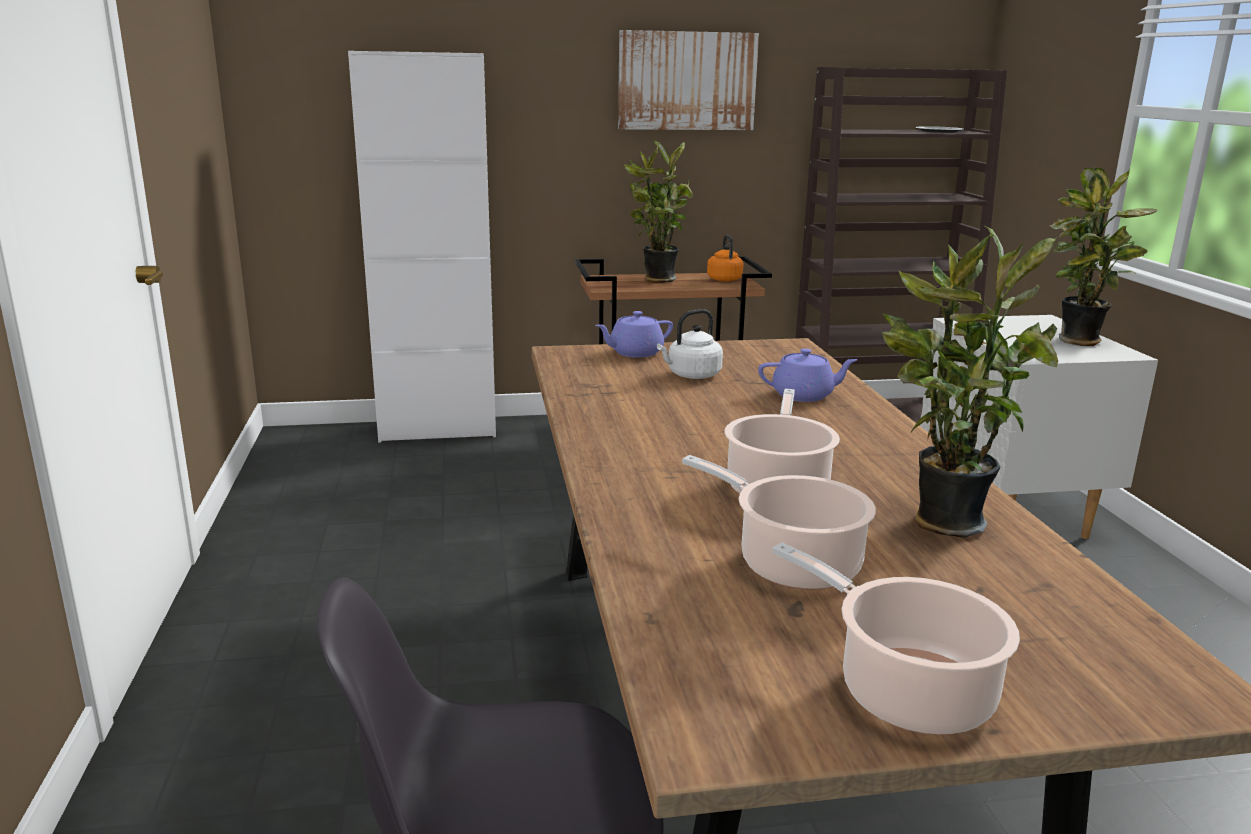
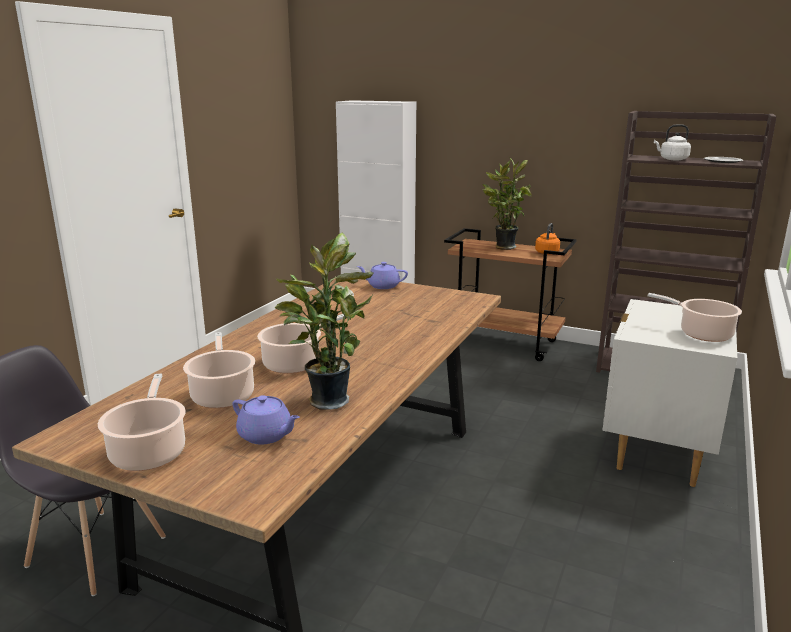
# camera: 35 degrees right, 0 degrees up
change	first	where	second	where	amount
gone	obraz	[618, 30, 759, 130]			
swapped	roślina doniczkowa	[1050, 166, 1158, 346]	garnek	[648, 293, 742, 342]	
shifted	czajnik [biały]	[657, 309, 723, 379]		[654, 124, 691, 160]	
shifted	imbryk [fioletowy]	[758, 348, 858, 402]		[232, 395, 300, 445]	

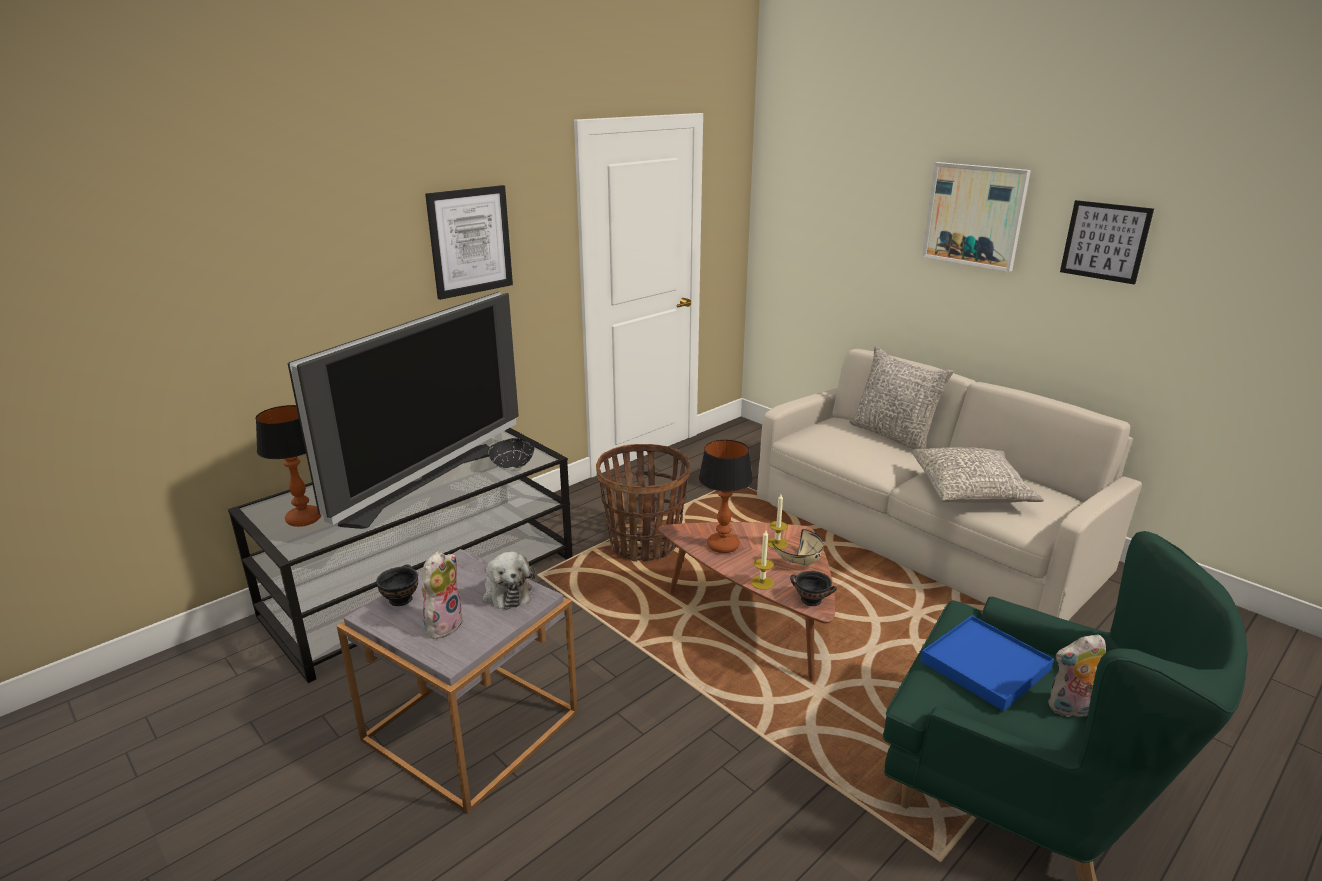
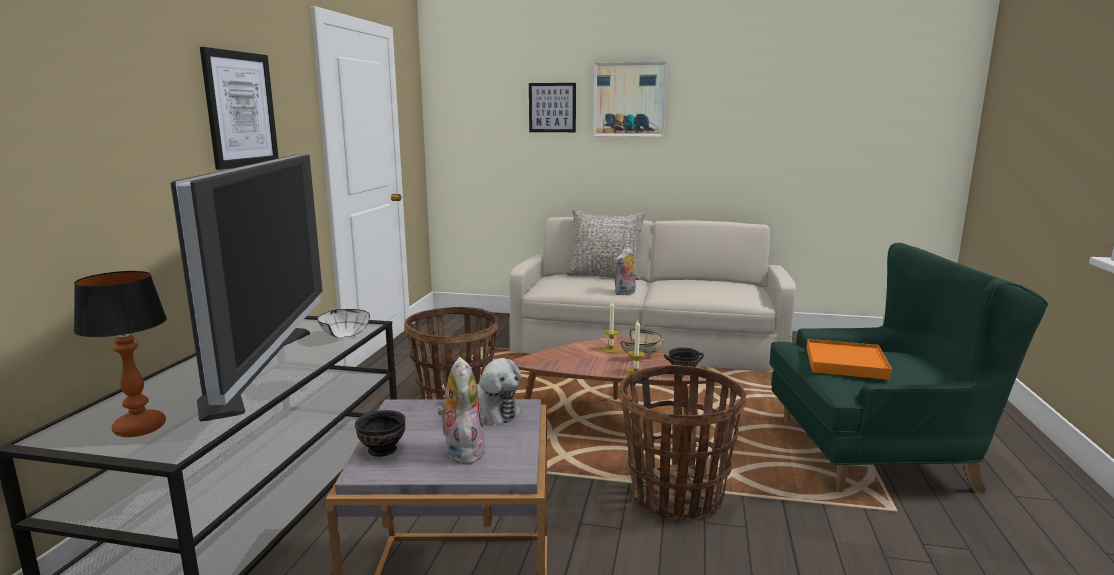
# camera: 35 degrees left, 10 degrees down
change	first	where	second	where	amount
shifted	obraz	[1060, 200, 1154, 284]		[529, 83, 576, 132]	
repainted	miska [czarny]	[488, 438, 534, 468]	miska [biały]	[317, 309, 370, 338]	
gone	lampa stołowa	[699, 440, 753, 553]			
gone	poduszka [szary]	[912, 447, 1044, 503]			
repainted	taca [niebieski]	[921, 615, 1054, 711]	taca [pomarańczowy]	[806, 339, 892, 380]	
shifted	pluszak	[1048, 634, 1106, 717]		[615, 248, 636, 295]	
new			koszyk	[619, 365, 746, 520]	

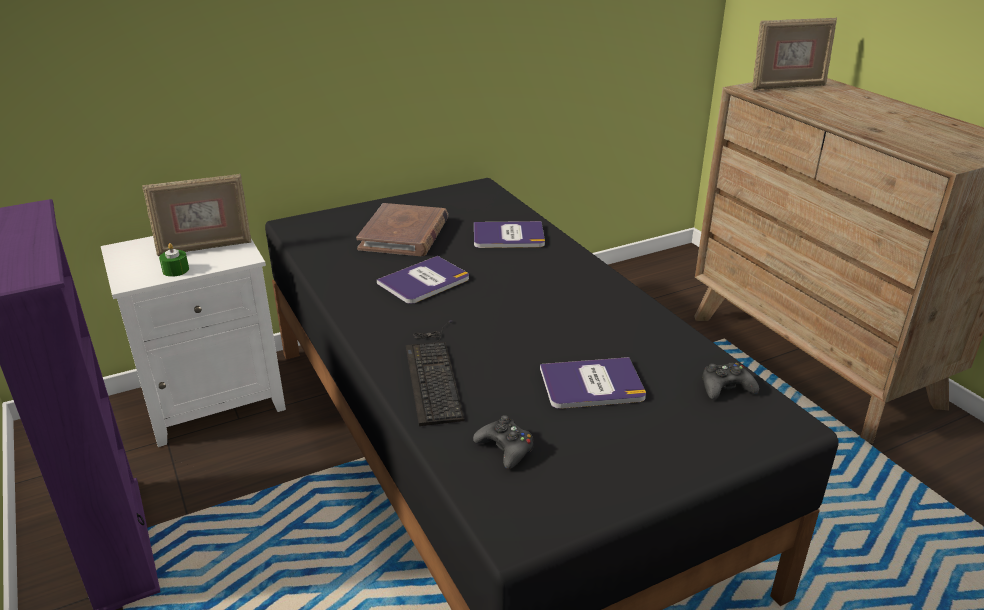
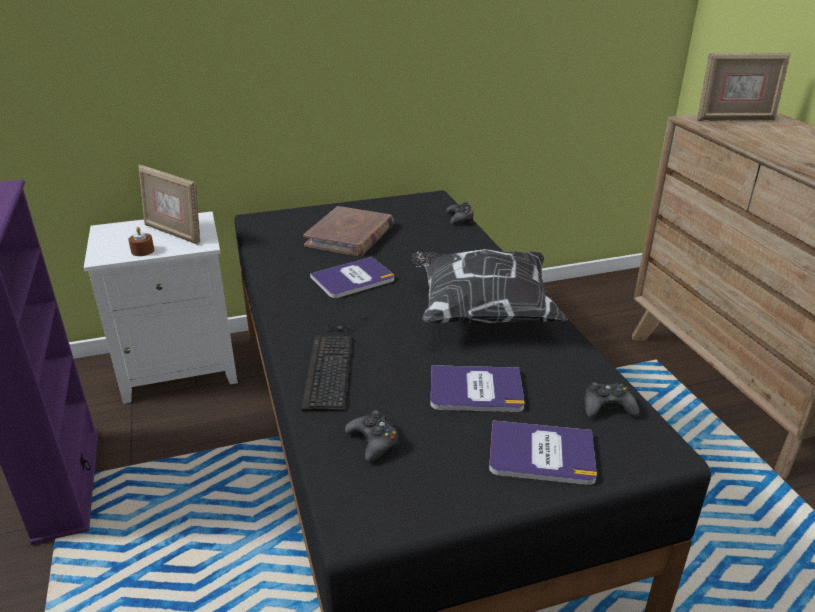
# camera: 10 degrees right, 0 degrees up
change	first	where	second	where	amount
rotated	ramka na zdjęcie	[142, 174, 252, 256]		[138, 165, 200, 245]	45 degrees clockwise
shifted	książka	[474, 221, 545, 248]		[489, 420, 597, 485]	
repainted	świeca [zielony]	[159, 243, 189, 277]	świeca [brązowy]	[128, 227, 154, 256]	
new			pad do gier [czarny]	[446, 201, 474, 225]	
new			poduszka	[412, 249, 568, 324]	

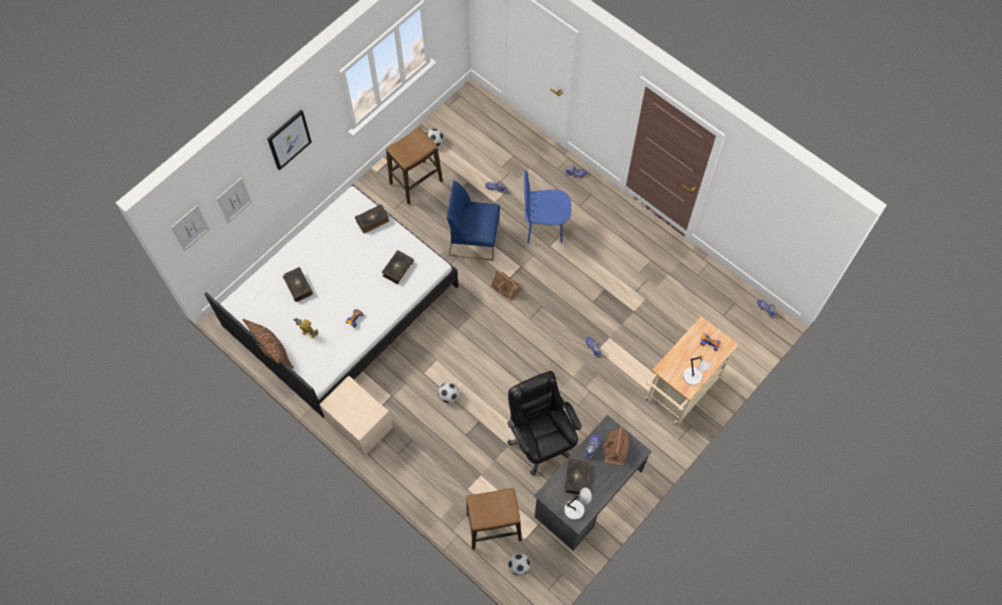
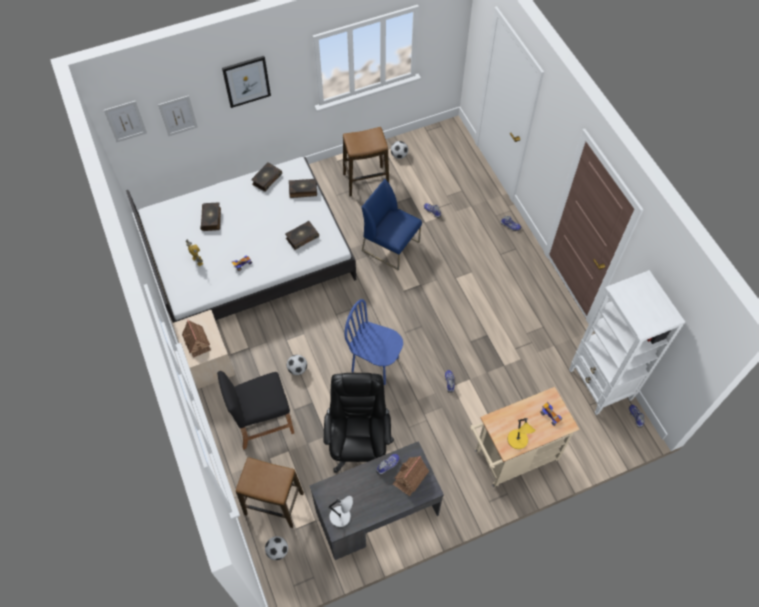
# camera: 25 degrees right, 5 degrees down
change	first	where	second	where	amount
shifted	krzesło [niebieski]	[524, 171, 571, 244]		[344, 299, 403, 385]	
shifted	domek	[491, 270, 522, 301]		[182, 320, 211, 358]	
gone	poduszka [brązowy]	[242, 319, 294, 369]			
repainted	lampa stołowa [szary]	[683, 356, 712, 385]	lampa stołowa [żółty]	[507, 418, 536, 449]	
shifted	książka	[564, 458, 590, 495]		[251, 162, 282, 192]	
new			regał [biały]	[569, 270, 685, 415]	
new			stołek [czarny]	[217, 371, 294, 450]	

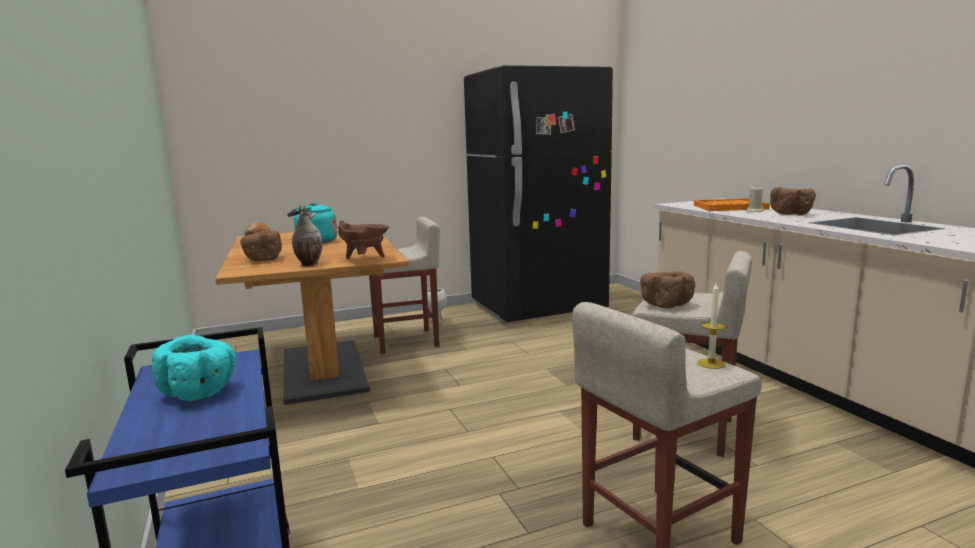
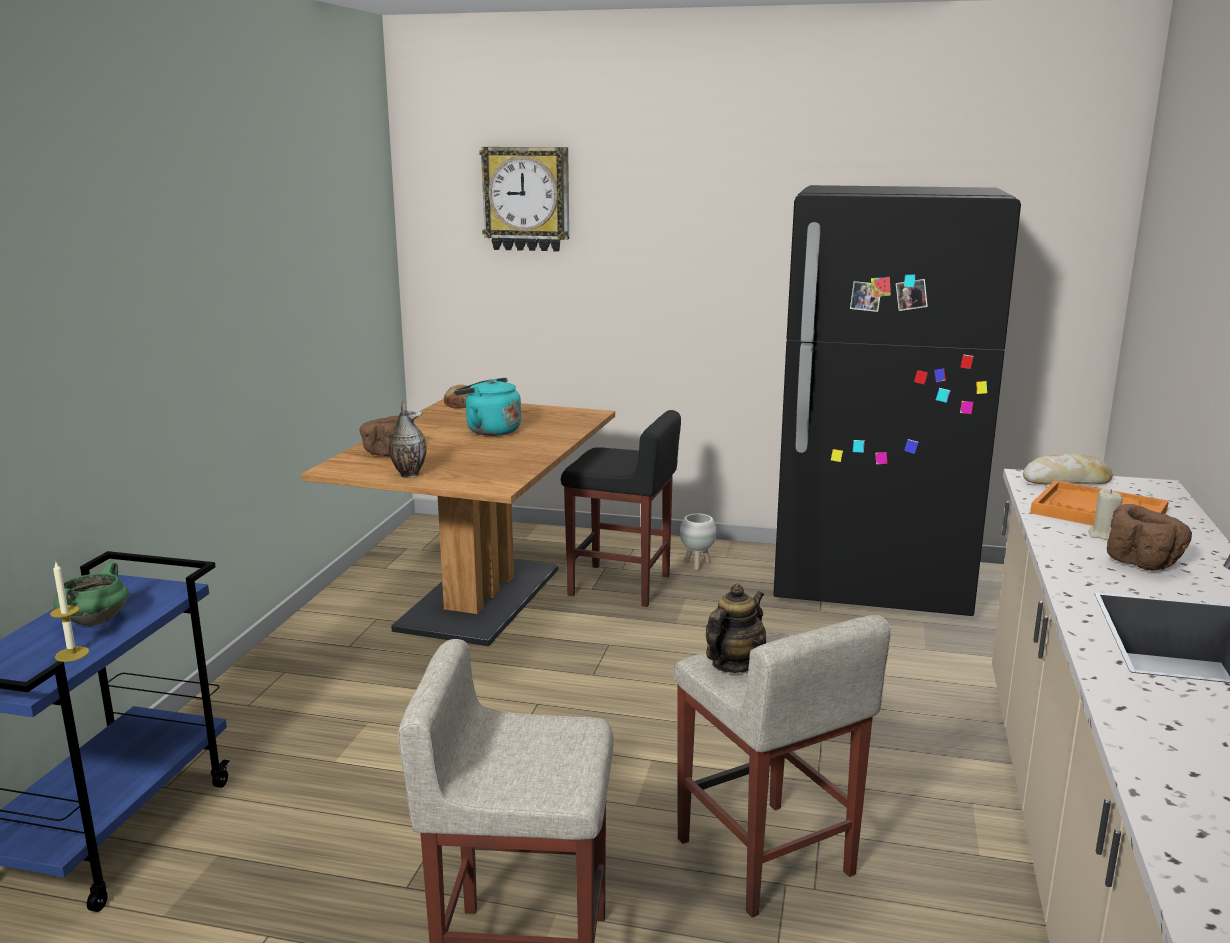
# camera: 35 degrees right, 5 degrees up
change	first	where	second	where	amount
repainted	stołek [beżowy]	[369, 217, 440, 354]	stołek [czarny]	[561, 410, 681, 607]	
gone	garnek [brązowy]	[338, 221, 389, 259]			
swapped	miska [brązowy]	[640, 271, 695, 308]	imbryk	[706, 584, 766, 673]	
shifted	świeca	[698, 283, 726, 369]		[50, 562, 89, 662]	
swapped	miska [turkusowy]	[152, 335, 236, 401]	garnek [zielony]	[53, 562, 129, 626]	
new			zegar ścienny	[479, 147, 569, 252]	
new			chleb	[1023, 454, 1113, 485]	

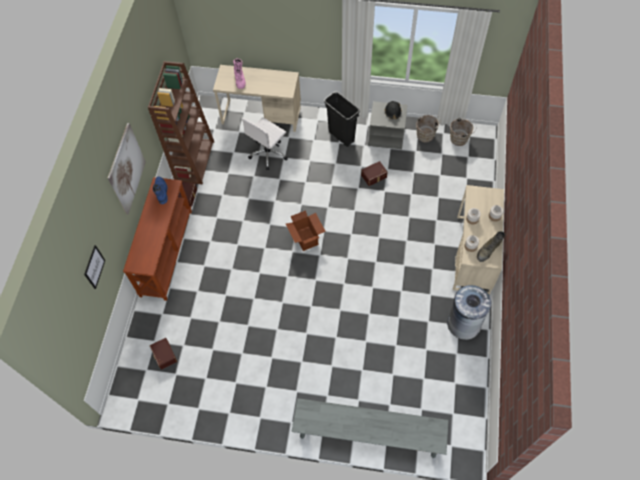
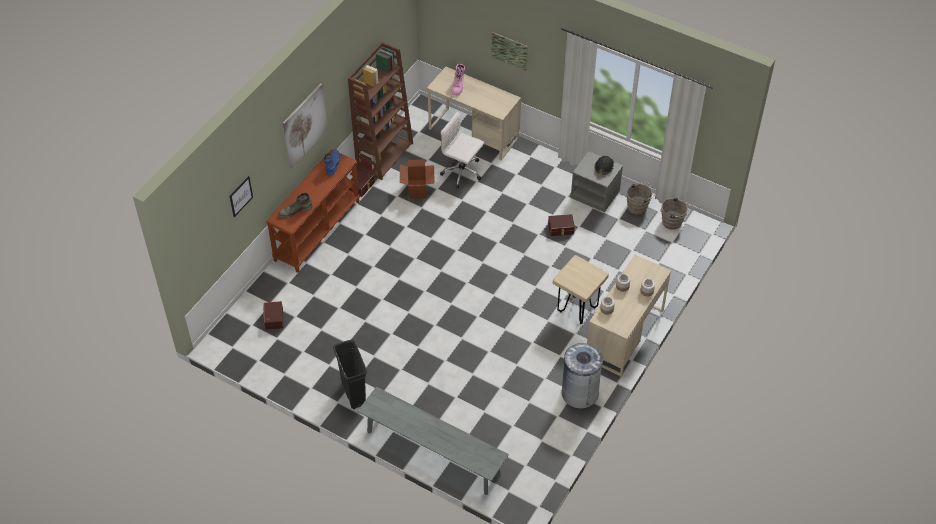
# camera: 20 degrees right, 10 degrees down
change	first	where	second	where	amount
shifted	kosz na śmieci [czarny]	[324, 91, 360, 147]		[333, 339, 367, 409]	
rotated	krzesło biurowe [biały]	[242, 117, 288, 170]		[440, 111, 484, 189]	60 degrees clockwise
shifted	karton	[286, 210, 326, 251]		[400, 159, 435, 199]	
shifted	but z cholewką [zielony]	[477, 231, 505, 262]		[278, 193, 312, 218]	
new			obraz	[491, 32, 528, 71]	
new			stołek [beżowy]	[553, 255, 609, 324]	

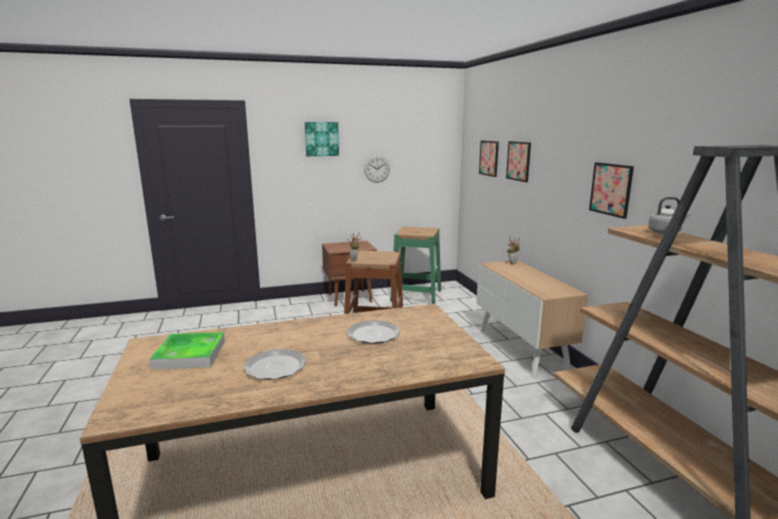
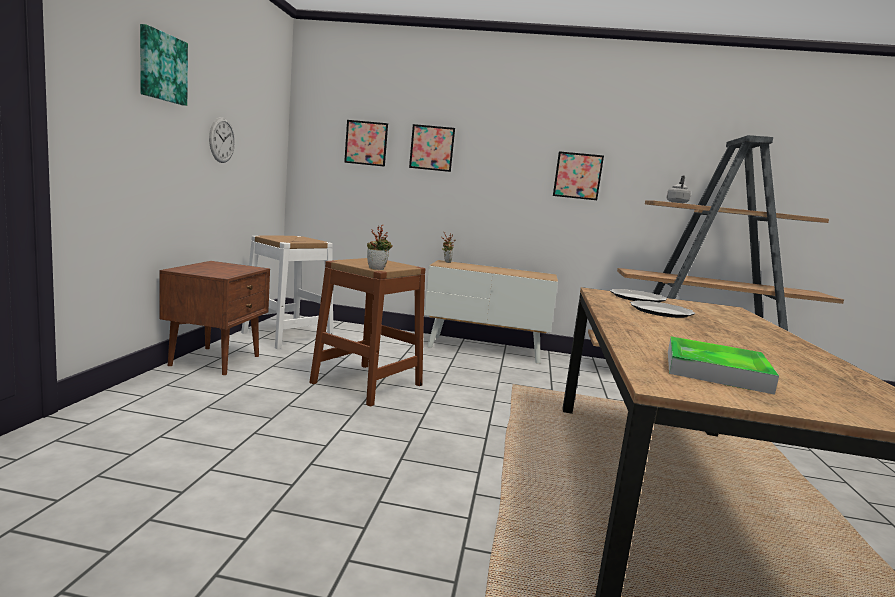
# camera: 65 degrees left, 5 degrees down
change	first	where	second	where	amount
repainted	stołek [zielony]	[390, 227, 441, 304]	stołek [biały]	[241, 235, 334, 349]	
shifted	talerz	[243, 349, 307, 380]		[610, 289, 667, 303]	

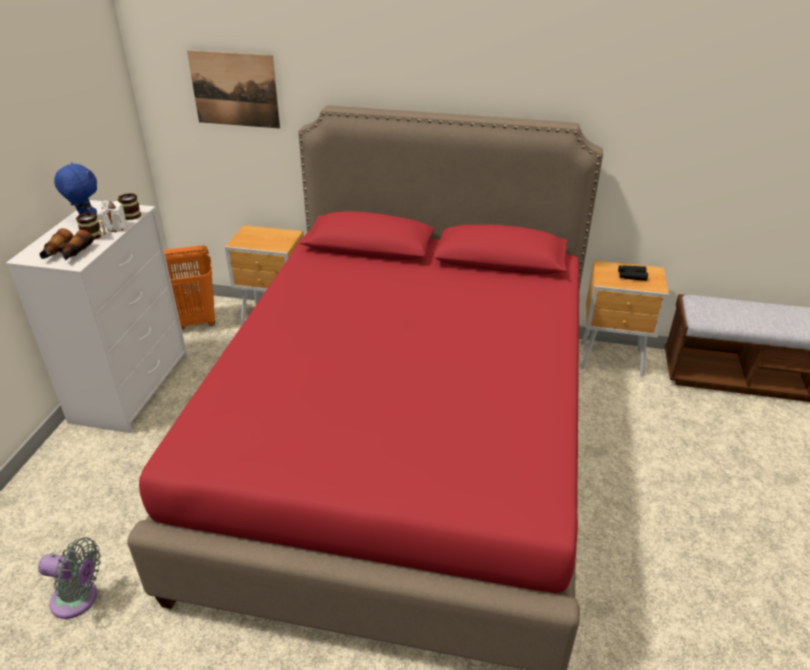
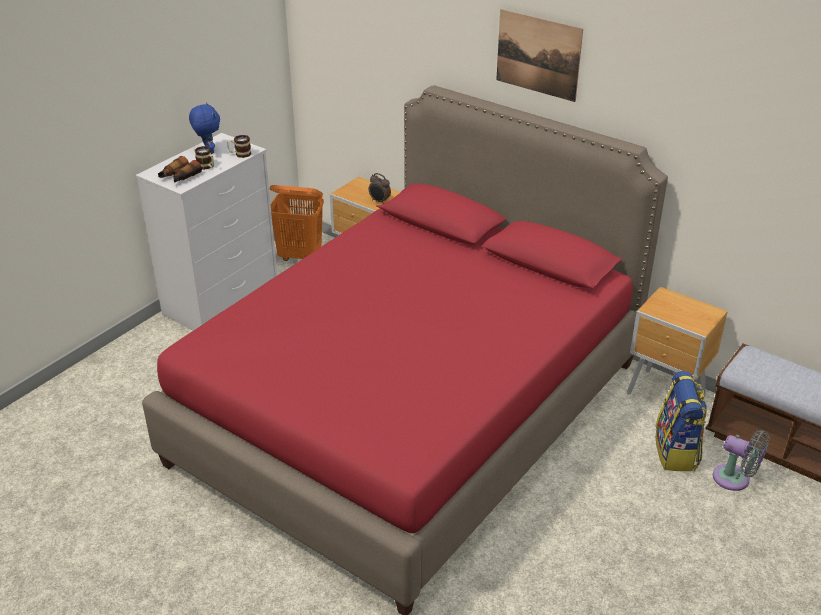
# camera: 25 degrees right, 0 degrees up
change	first	where	second	where	amount
shifted	obraz	[187, 50, 280, 129]		[496, 9, 583, 102]	
gone	świeca [biały]	[100, 201, 127, 232]			
gone	lornetka [czarny]	[618, 265, 648, 281]			
shifted	wentylator [szary]	[38, 537, 101, 619]		[713, 430, 770, 491]	
new			budzik	[369, 173, 391, 204]	
new			plecak	[656, 371, 707, 471]	

